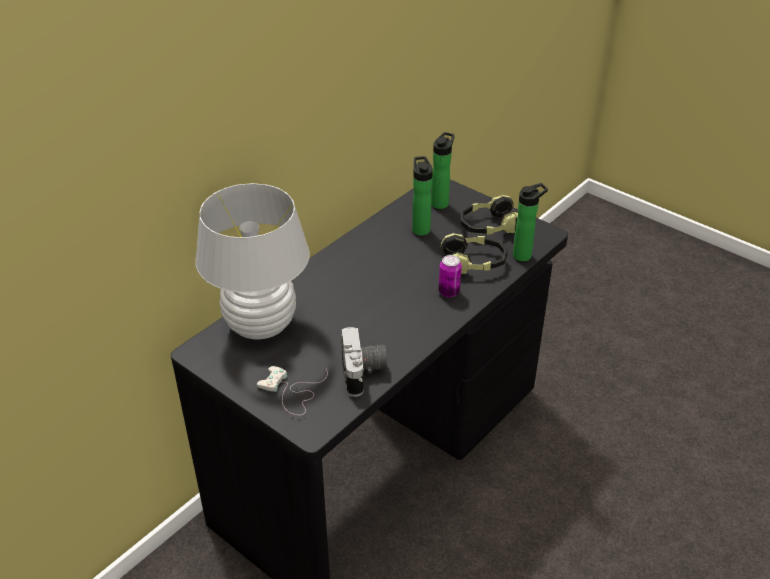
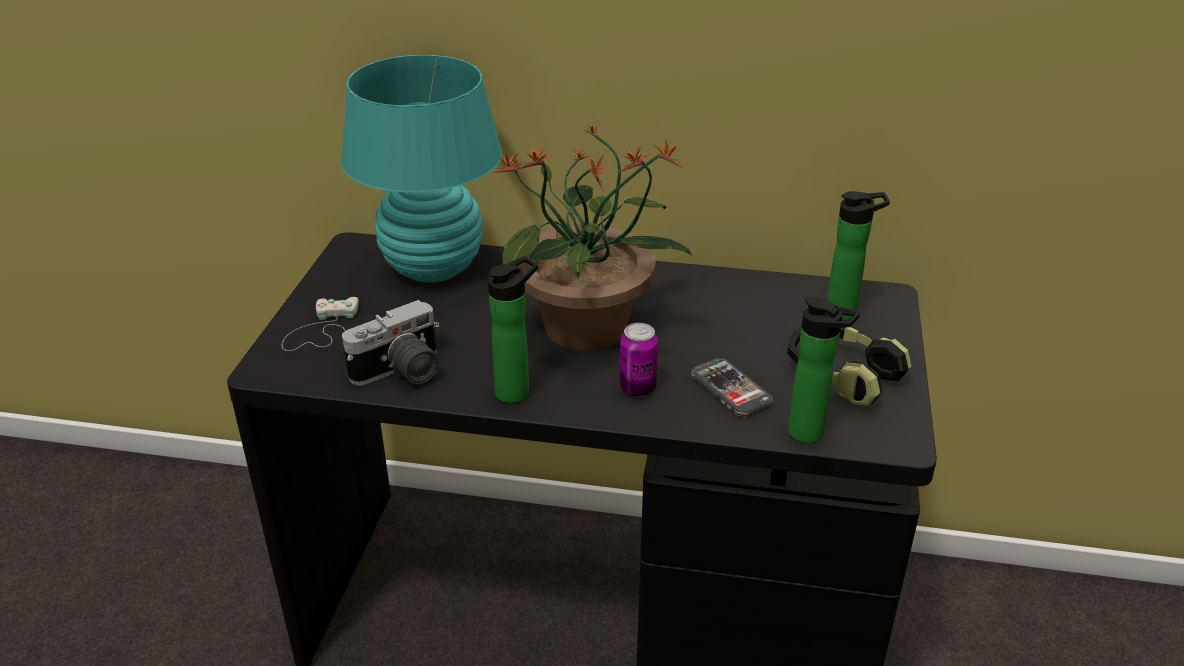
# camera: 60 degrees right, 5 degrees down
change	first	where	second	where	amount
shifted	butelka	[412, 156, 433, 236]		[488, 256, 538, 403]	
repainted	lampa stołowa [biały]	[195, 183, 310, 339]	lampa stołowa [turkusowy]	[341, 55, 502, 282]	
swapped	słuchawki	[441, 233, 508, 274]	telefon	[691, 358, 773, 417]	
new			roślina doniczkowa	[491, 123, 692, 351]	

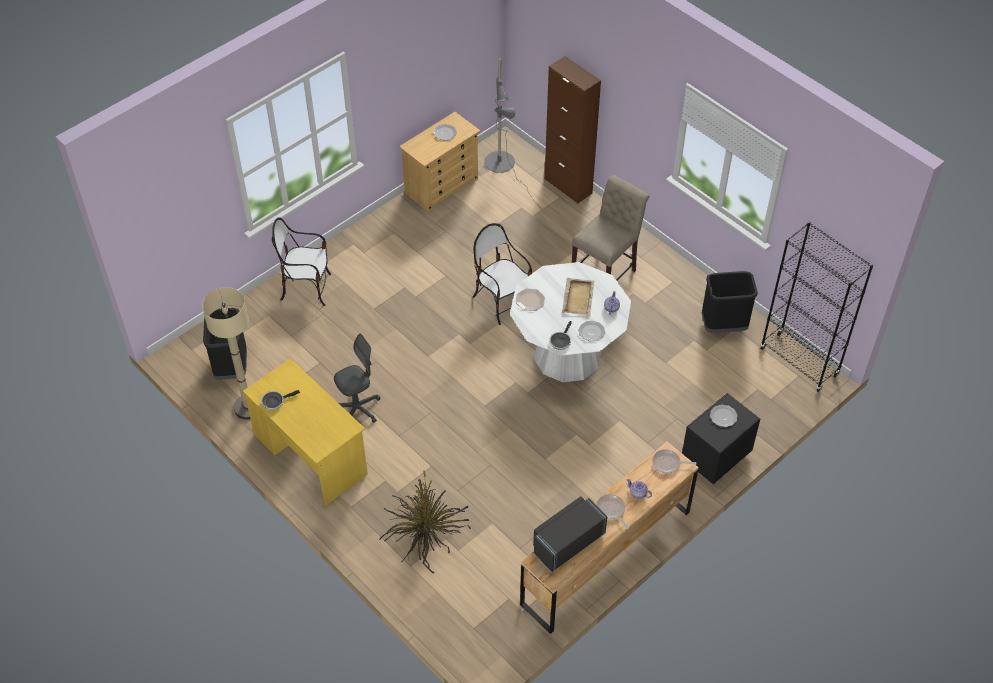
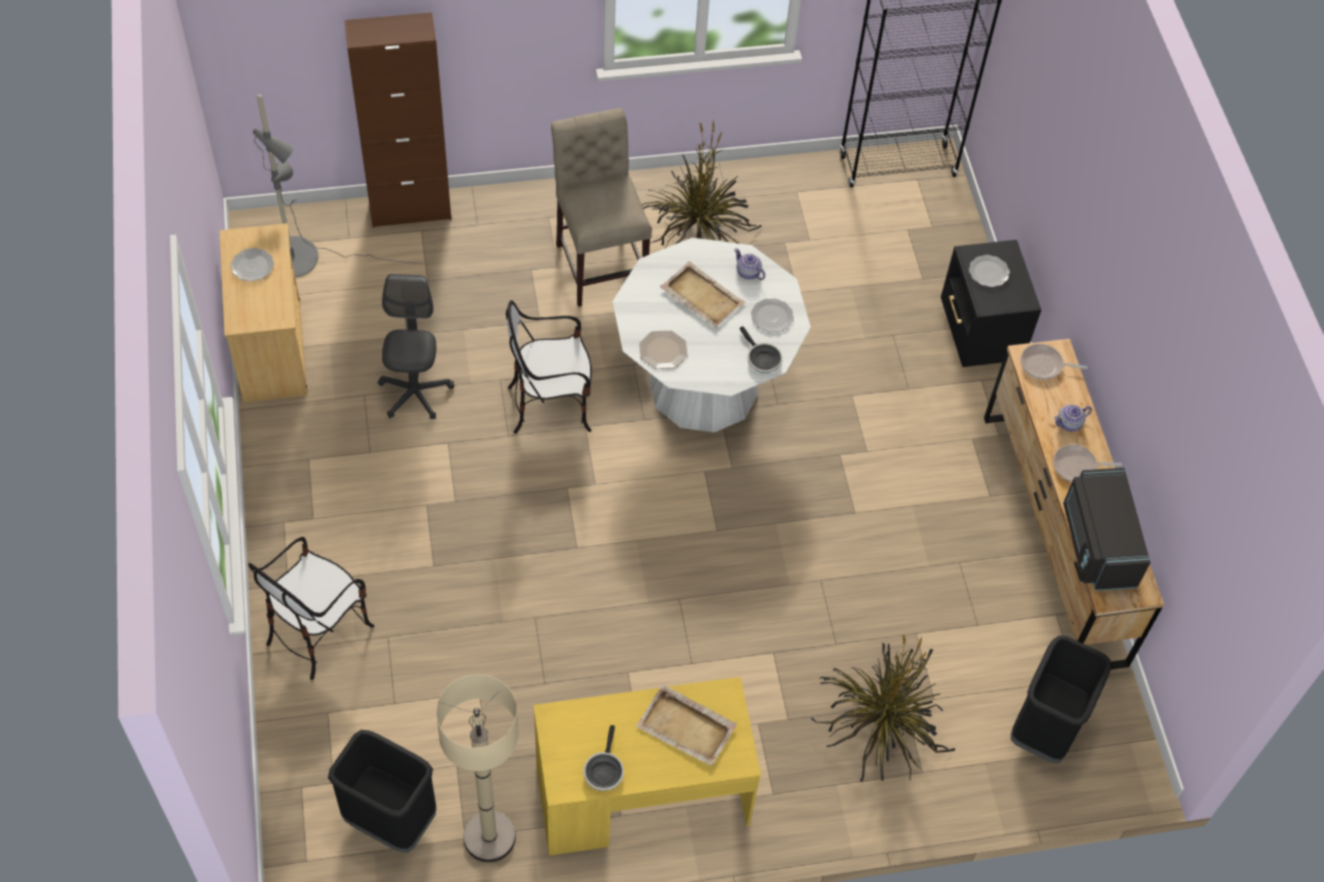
# camera: 60 degrees left, 5 degrees up
change	first	where	second	where	amount
shifted	kosz na śmieci [czarny]	[702, 271, 758, 333]		[1011, 635, 1111, 763]	
shifted	krzesło biurowe [szary]	[334, 333, 381, 423]		[378, 274, 454, 419]	
rotated	patelnia	[652, 449, 697, 474]		[1021, 344, 1087, 380]	60 degrees clockwise
new			roślina doniczkowa	[642, 121, 762, 248]	
new			taca [beżowy]	[636, 685, 737, 766]	

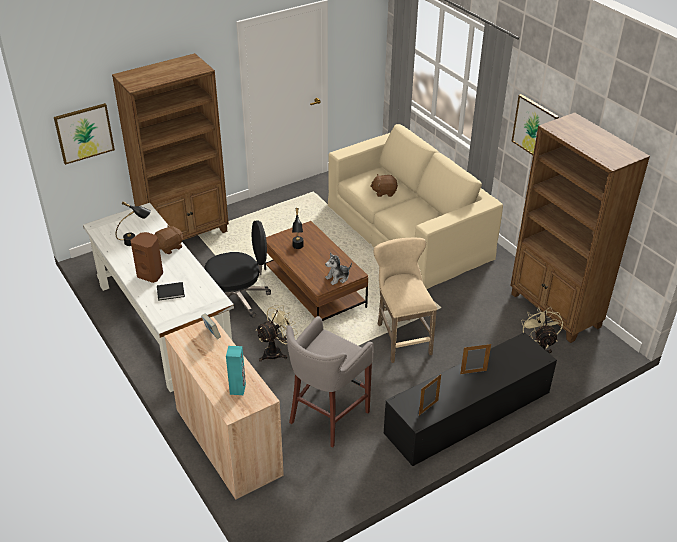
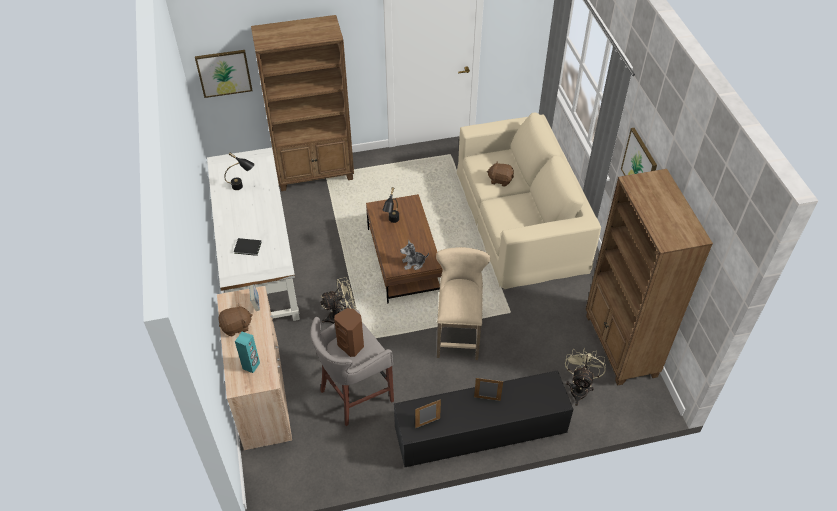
# camera: 20 degrees right, 10 degrees up
change	first	where	second	where	amount
gone	krzesło biurowe [czarny]	[204, 220, 271, 318]			
shifted	pluszak [brązowy]	[154, 225, 183, 254]		[218, 303, 253, 336]	
shifted	głośnik [brązowy]	[130, 232, 163, 283]		[334, 308, 364, 357]	

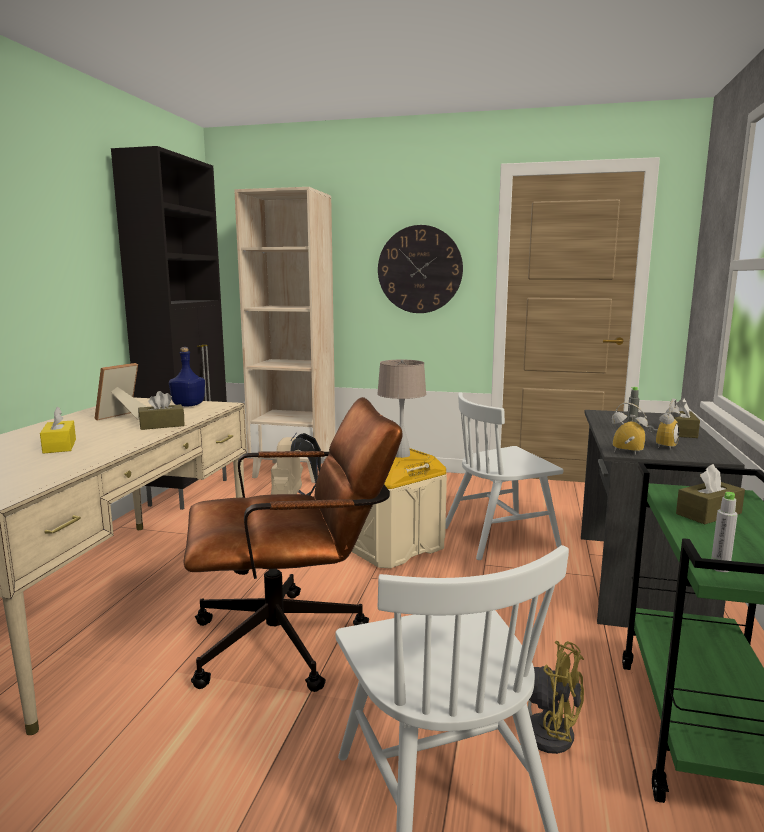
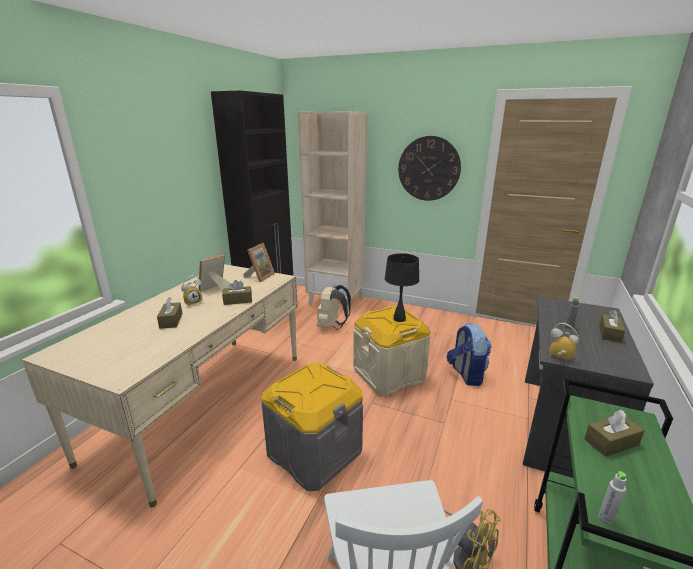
# camera: 10 degrees right, 10 degrees up
change	first	where	second	where	amount
swapped	butelka [niebieski]	[169, 347, 205, 406]	ramka na zdjęcie	[243, 243, 275, 282]	
repainted	lampa stołowa [beżowy]	[377, 360, 426, 458]	lampa stołowa [czarny]	[385, 253, 419, 322]	
swapped	krzesło [biały]	[446, 392, 563, 560]	plecak	[447, 323, 492, 386]	
swapped	krzesło biurowe [brązowy]	[184, 397, 403, 692]	pojemnik do przechowywania [szary]	[261, 363, 363, 491]	
shifted	budzik	[647, 399, 681, 450]		[181, 275, 203, 307]	
repainted	pudełko chusteczek [żółty]	[40, 407, 76, 454]	pudełko chusteczek [brązowy]	[157, 297, 182, 329]	

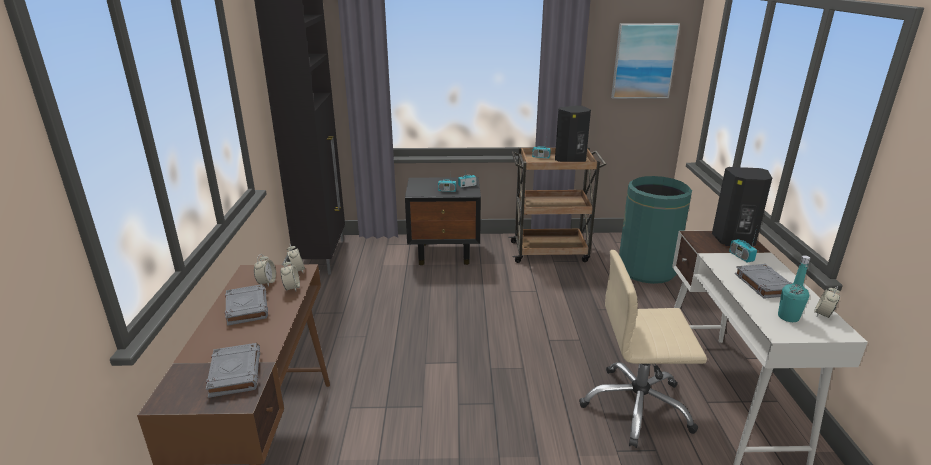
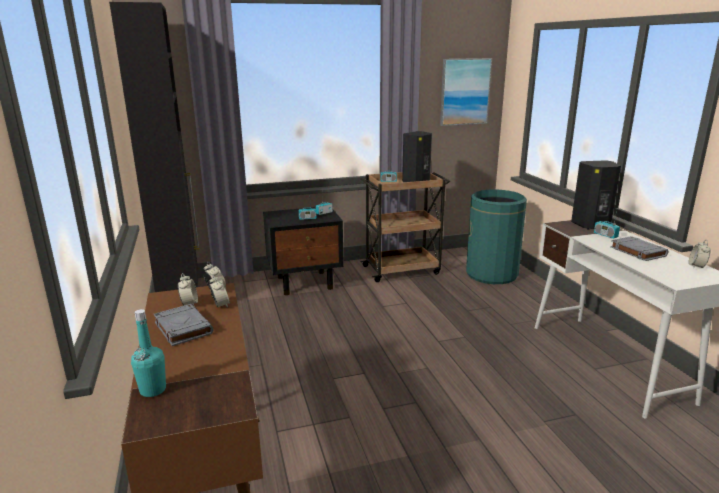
# camera: 15 degrees left, 5 degrees down
change	first	where	second	where	amount
gone	krzesło biurowe [beżowy]	[579, 250, 707, 448]			
shifted	butelka [turkusowy]	[778, 255, 810, 322]		[131, 309, 166, 397]	
gone	książka [szary]	[206, 343, 260, 398]			

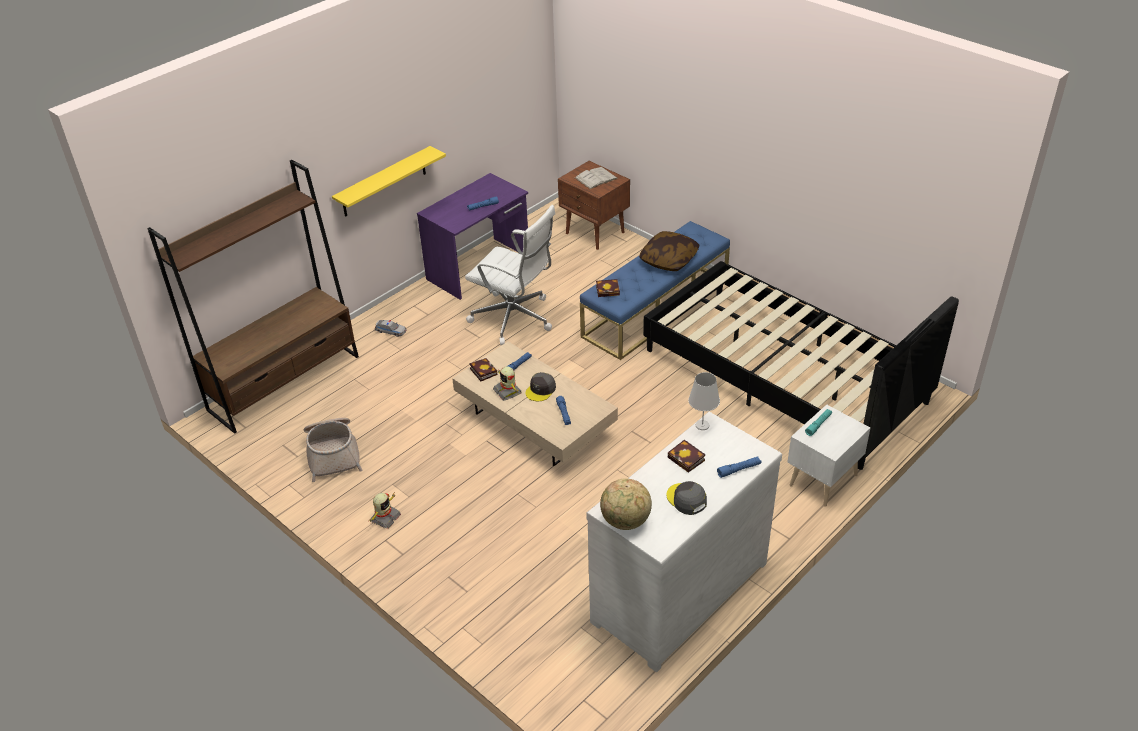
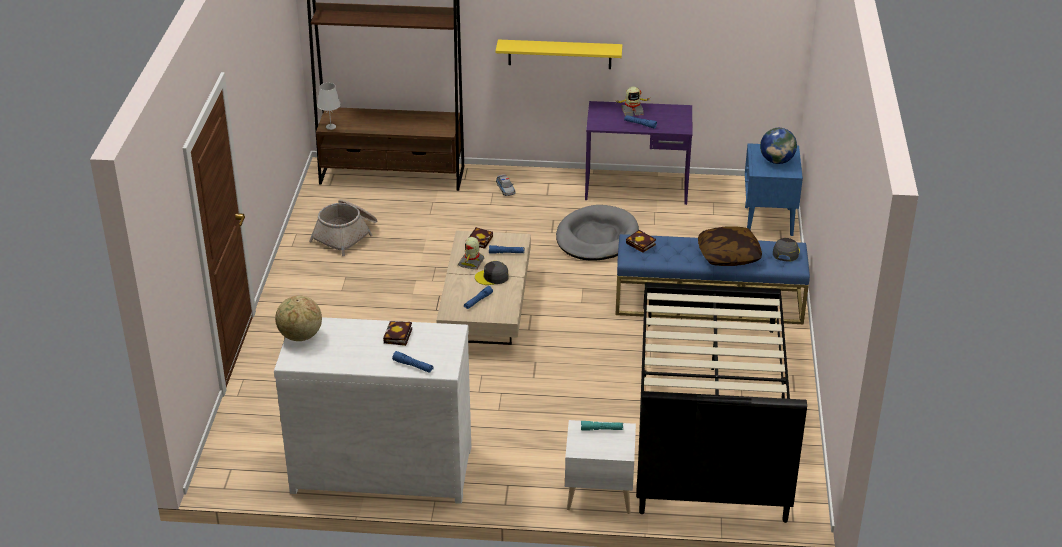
# camera: 50 degrees right, 5 degrees down
change	first	where	second	where	amount
repainted	szafka nocna [brązowy]	[558, 161, 630, 250]	szafka nocna [niebieski]	[745, 143, 803, 236]	
swapped	książka [biały]	[575, 167, 618, 189]	globus	[760, 128, 797, 164]	
swapped	krzesło biurowe [biały]	[465, 205, 555, 345]	legowisko [szary]	[556, 205, 639, 261]	
shifted	lampa stołowa [biały]	[688, 372, 720, 430]		[317, 83, 341, 130]	
shifted	czapka z daszkiem [szary]	[667, 481, 707, 515]		[773, 238, 800, 262]	
shifted	robot zabawkowy	[368, 492, 401, 528]		[615, 86, 649, 116]	

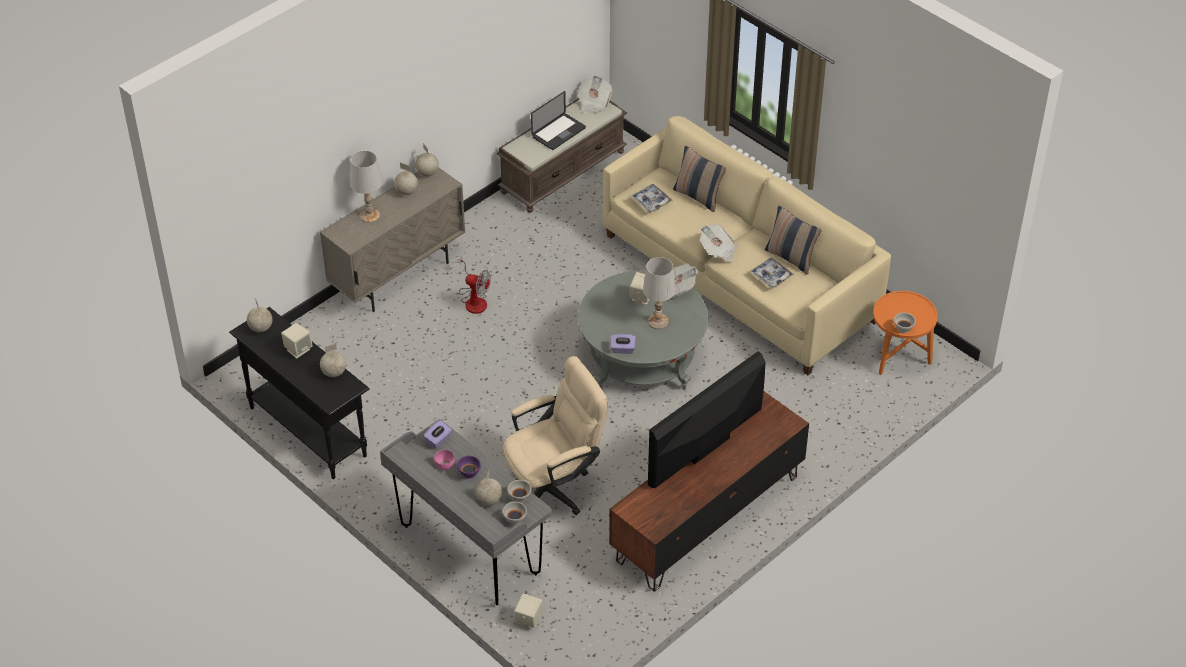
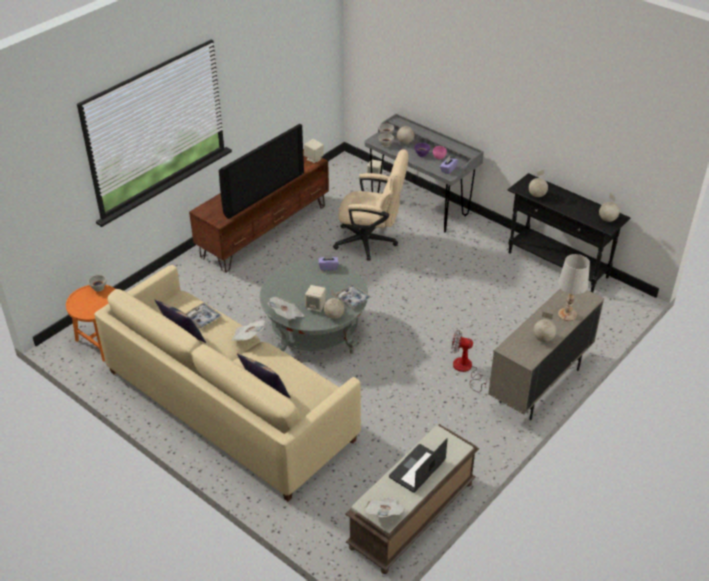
# camera: 175 degrees right, 5 degrees down
change	first	where	second	where	amount
shifted	globus	[415, 143, 439, 176]		[324, 290, 345, 319]	
shifted	taca	[631, 184, 673, 213]		[336, 284, 371, 309]	
gone	lampa stołowa [biały]	[643, 257, 676, 329]			
shifted	głośnik [beżowy]	[281, 323, 313, 359]		[304, 139, 324, 163]	
rotated	krzesło biurowe [beżowy]	[503, 356, 608, 515]		[333, 149, 408, 261]	135 degrees counterclockwise

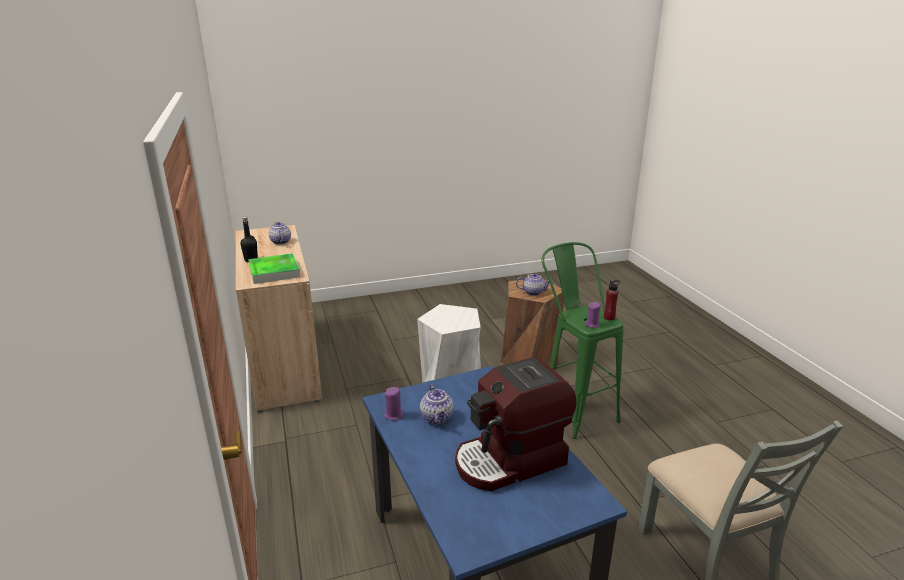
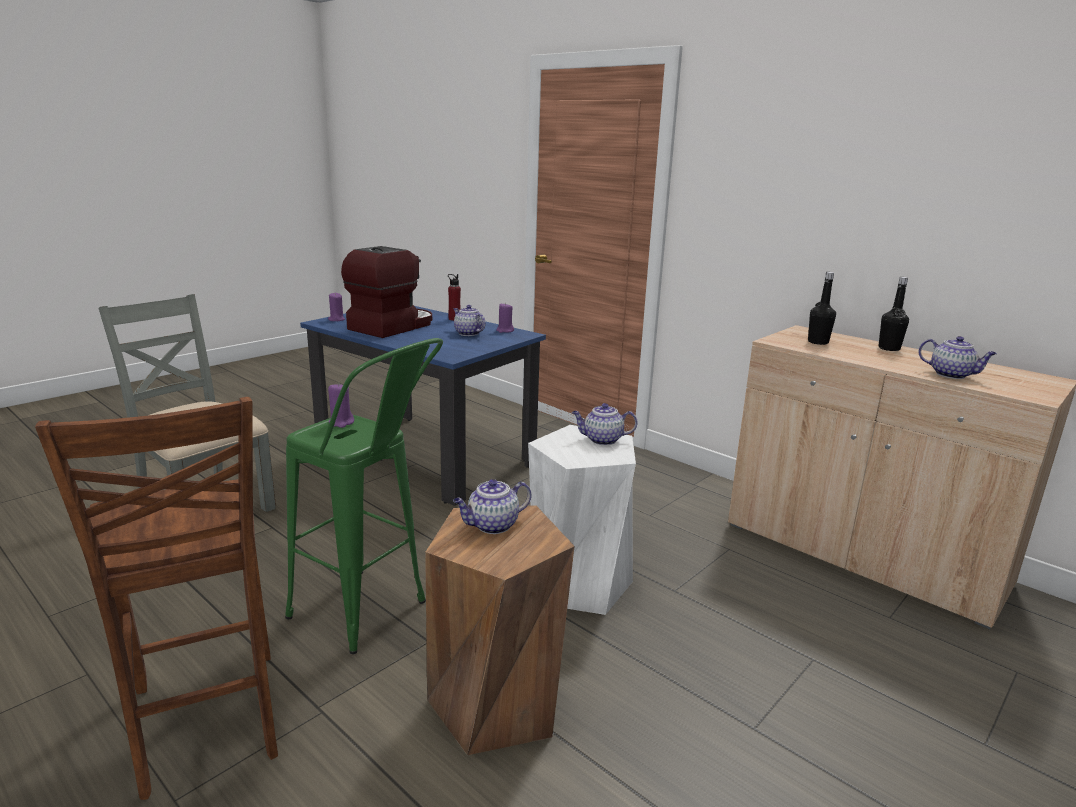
# camera: 150 degrees right, 5 degrees down
change	first	where	second	where	amount
swapped	taca	[248, 253, 300, 284]	butelka [czarny]	[808, 272, 836, 345]	
shifted	butelka [czerwony]	[604, 280, 620, 320]		[448, 274, 461, 321]	
new			świeca [fioletowy]	[328, 293, 345, 321]	
new			krzesło [brązowy]	[35, 397, 278, 800]	
new			imbryk	[572, 403, 638, 445]	

